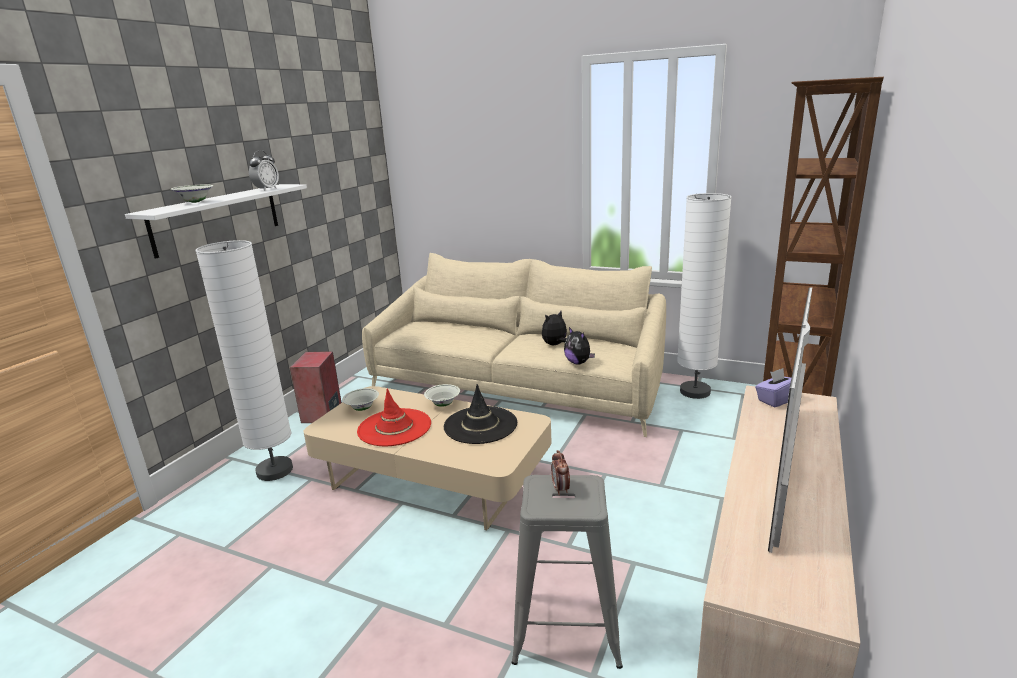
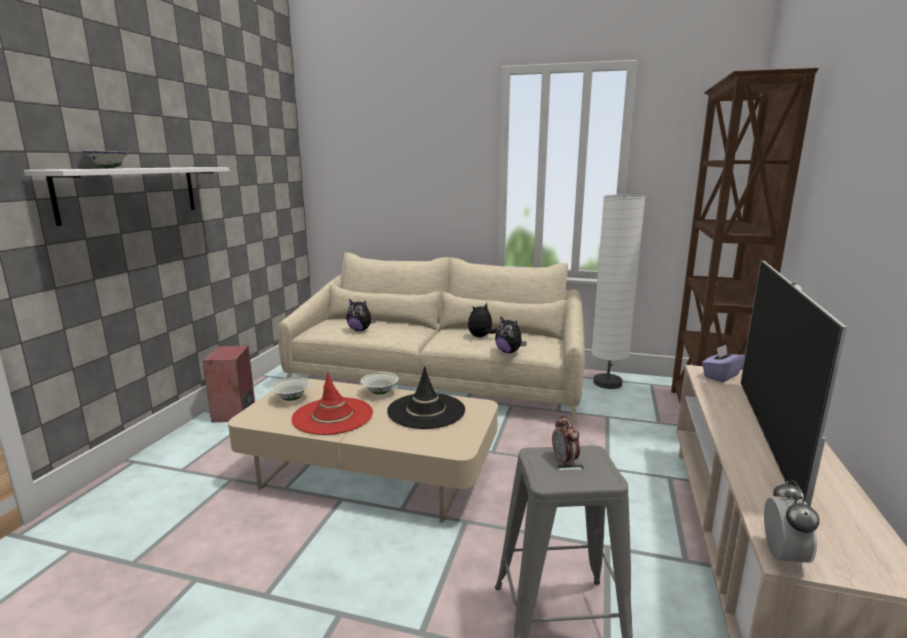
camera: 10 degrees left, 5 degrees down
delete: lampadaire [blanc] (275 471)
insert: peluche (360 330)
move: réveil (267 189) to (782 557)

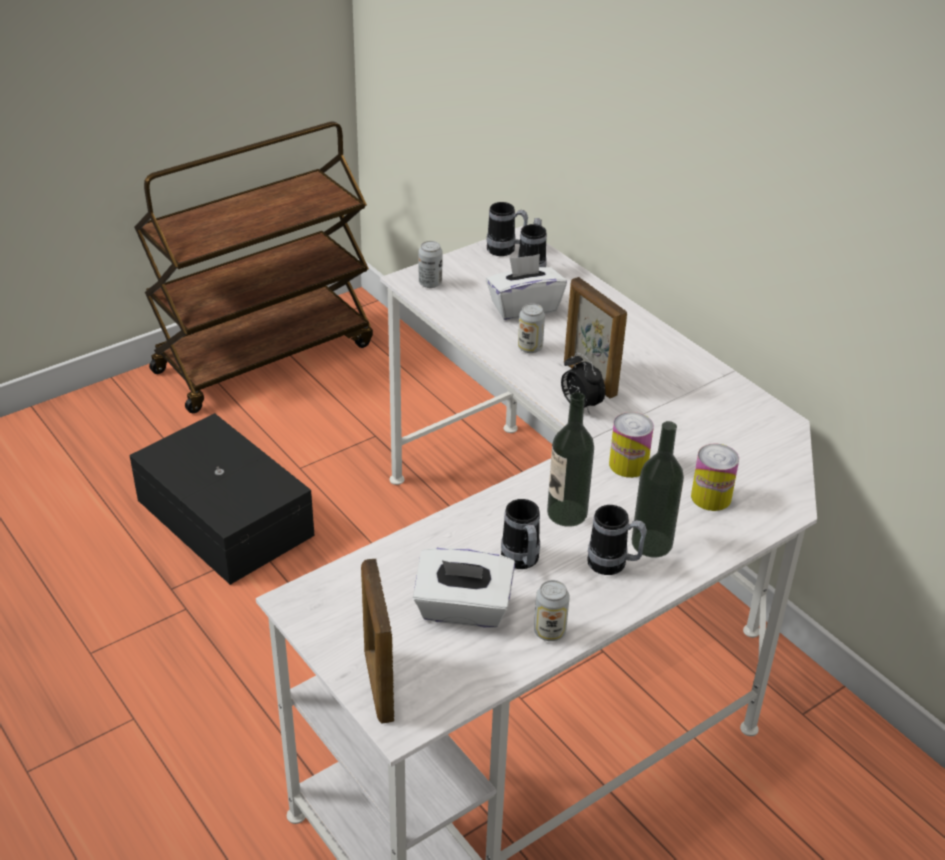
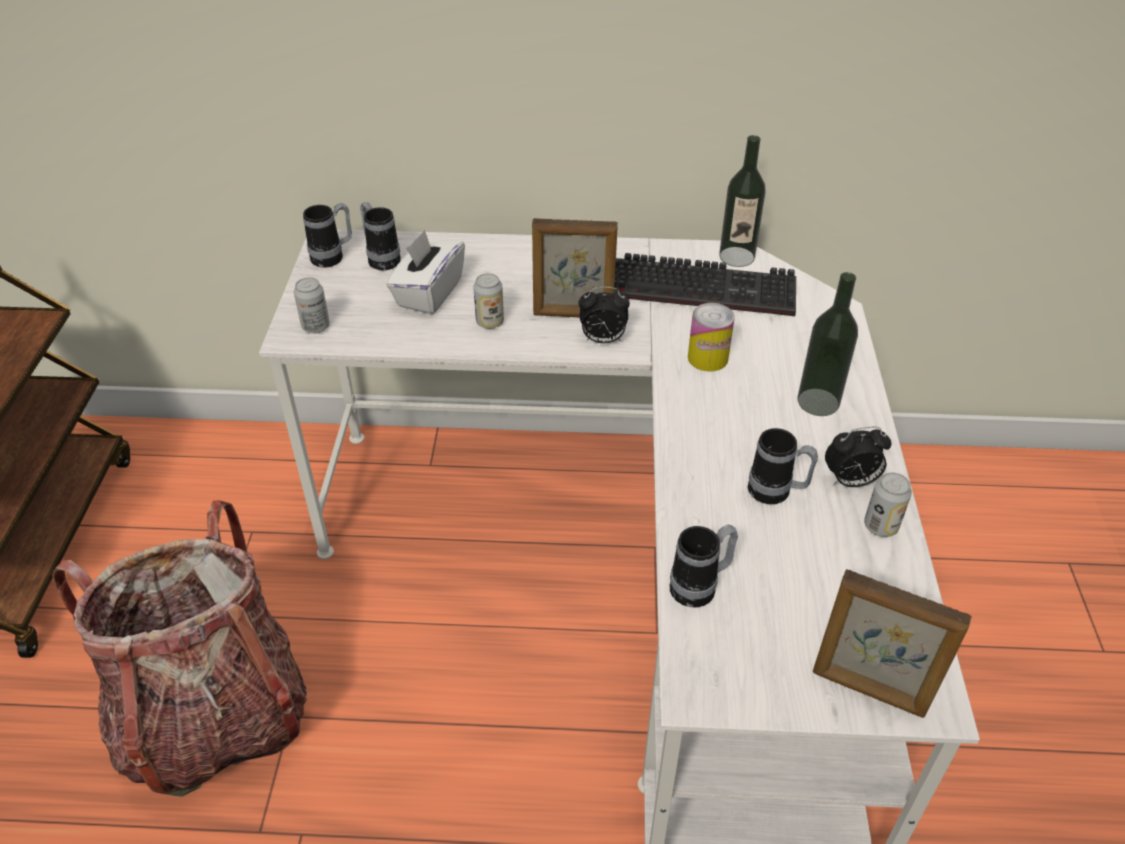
camera: 50 degrees left, 5 degrees up
delete: boîte métallique (711 497); boîte à mouchoirs [blanc] (463 609)
insert: clavier (701 287); réveil (850 481)
move: bouteille (567 513) to (736 257); mug (613 565) to (700 587)
replace: boîte de rangement [noir] (226 515) to sac à dos (214 717)

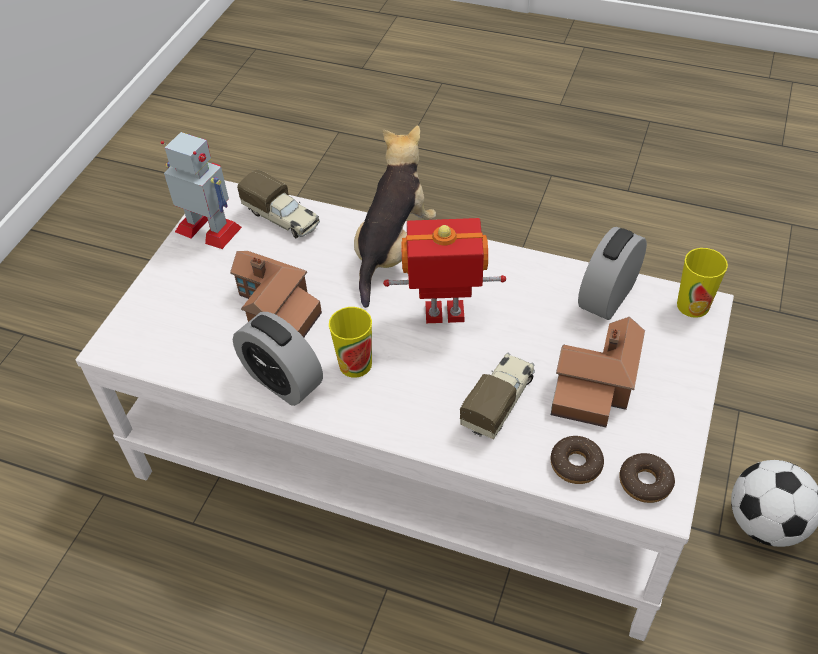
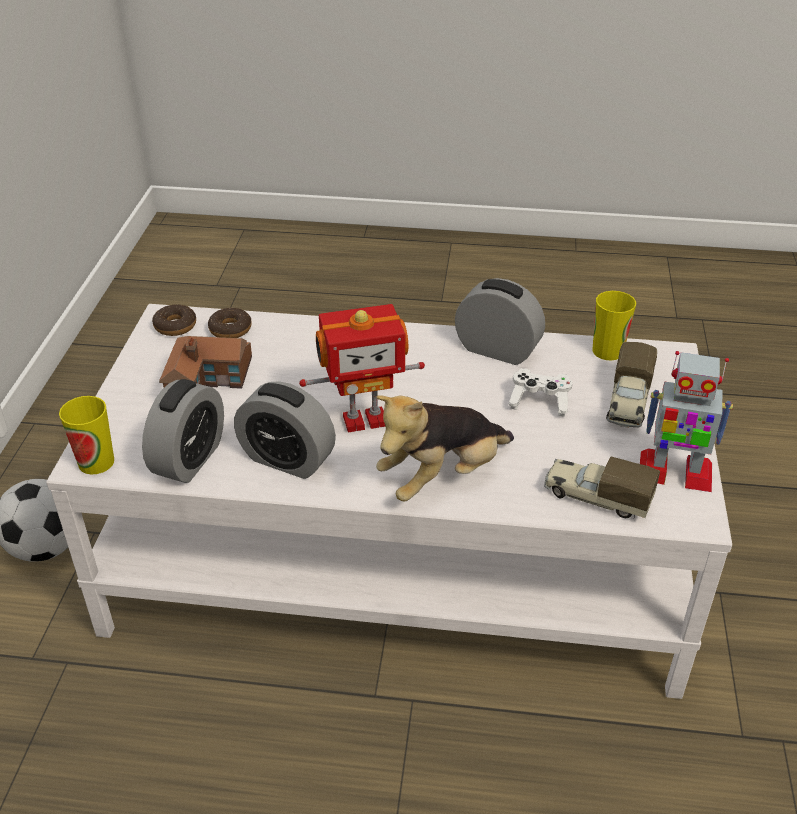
camera: 165 degrees right, 10 degrees down
insert: réveil (287 459)
move: tasse (355 364) to (607 351); camion jouet (499 402) to (628 402)
replace: maison miniature (275 310) to manette [blanc] (539 401)
rotate: peluche (393 251) = (442 476) 45 degrees clockwise

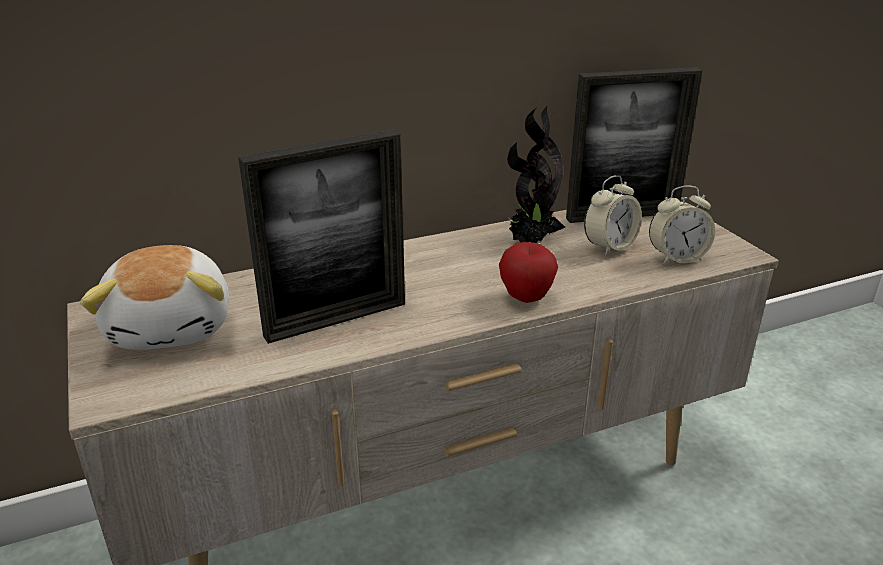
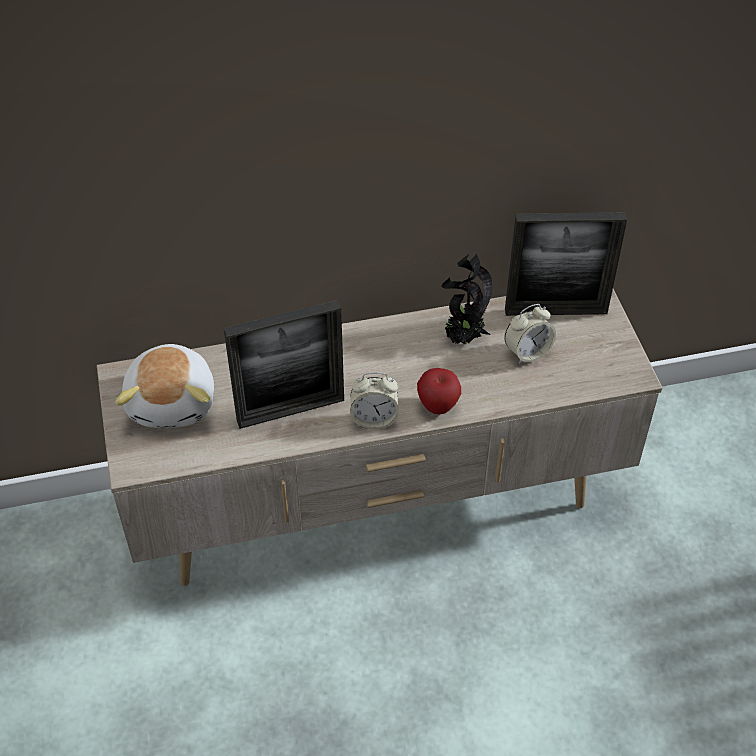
camera: 10 degrees right, 20 degrees up
move: réveil (676 258) to (374 419)

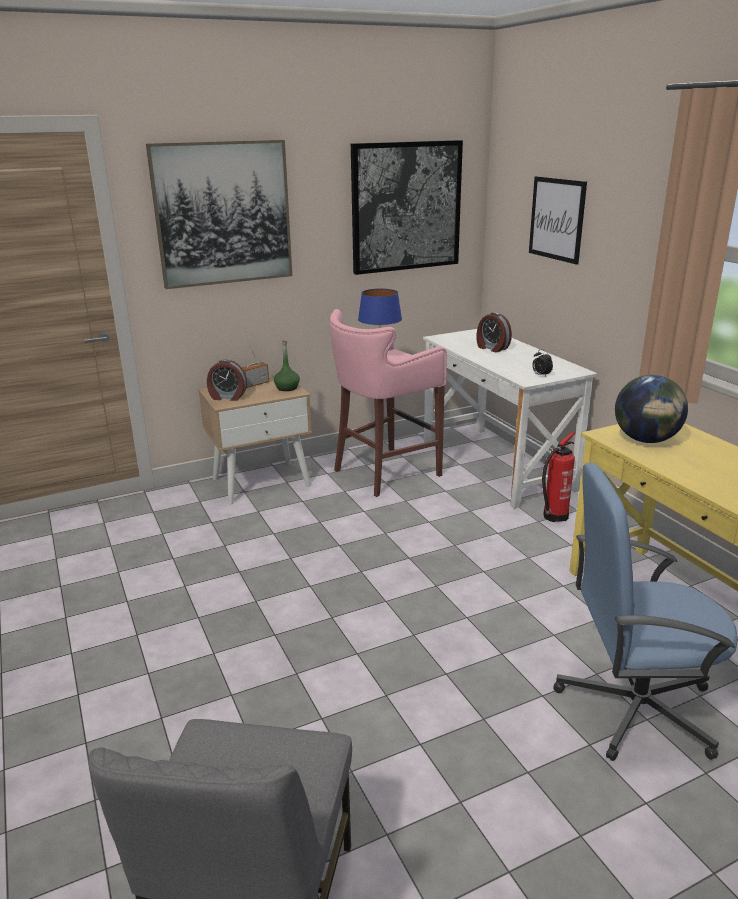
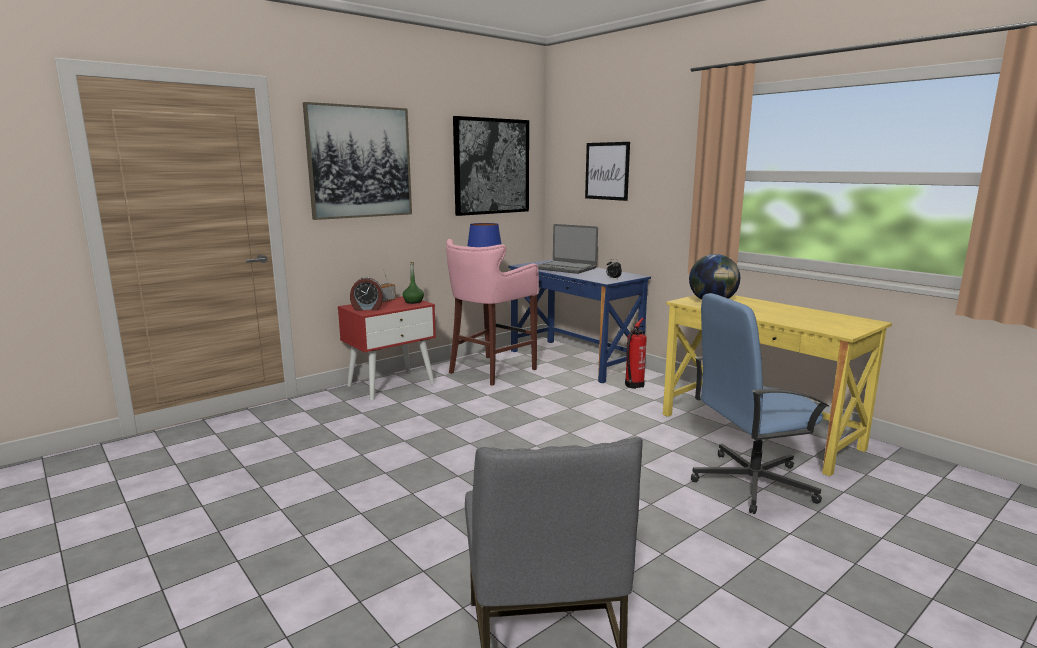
camera: 15 degrees left, 10 degrees down
replace: réveil (492 348) to ordinateur portable (565 268)
recolor: bureau [blanc] (496 464) to bureau [bleu] (574 360); table de chevet [beige] (261 482) to table de chevet [rouge] (391 384)

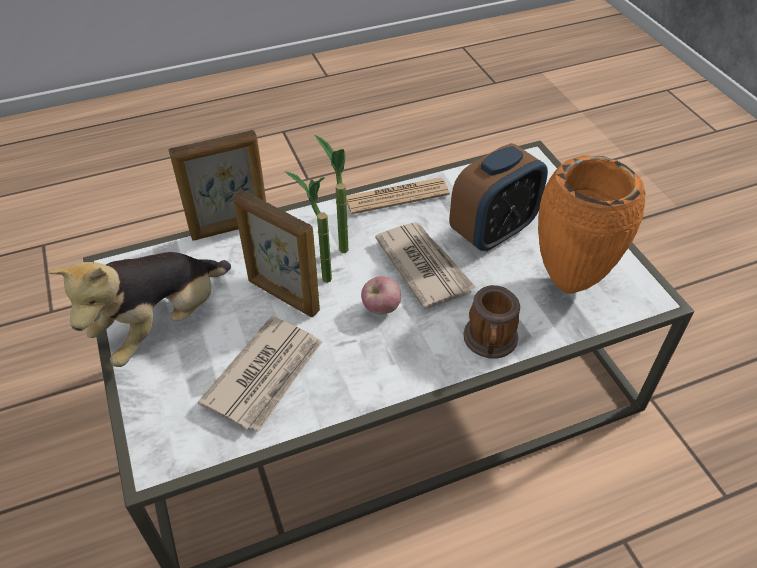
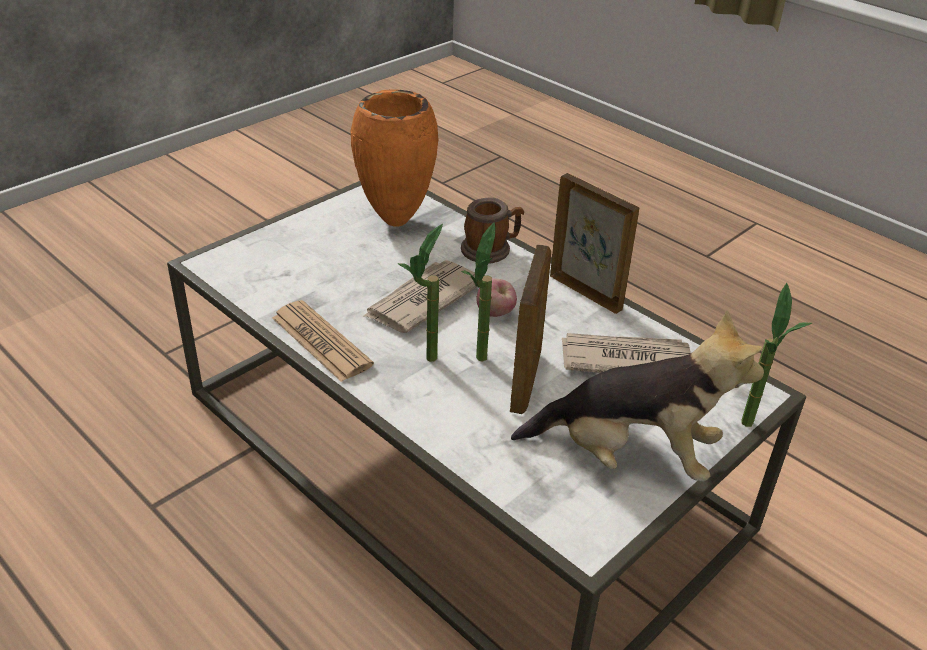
camera: 115 degrees left, 10 degrees down
delete: réveil (493 232)
insert: plante en pot (751 431)
move: cadre photo (230 228) to (586 292)

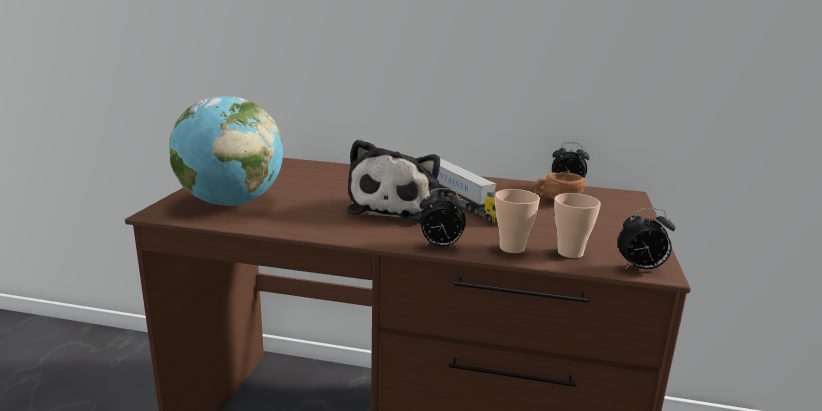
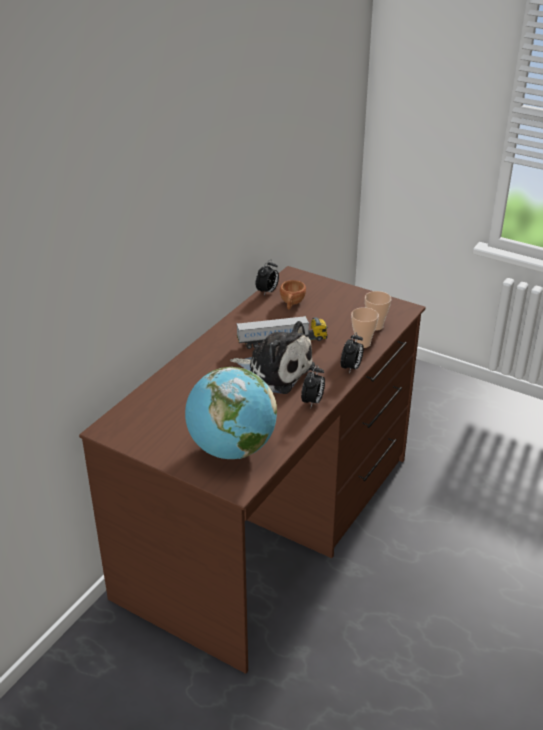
camera: 70 degrees left, 15 degrees up
move: réveil (640 269) to (313 402)

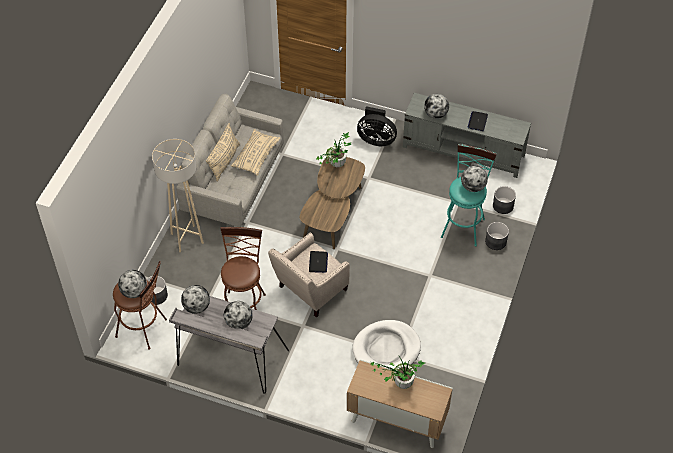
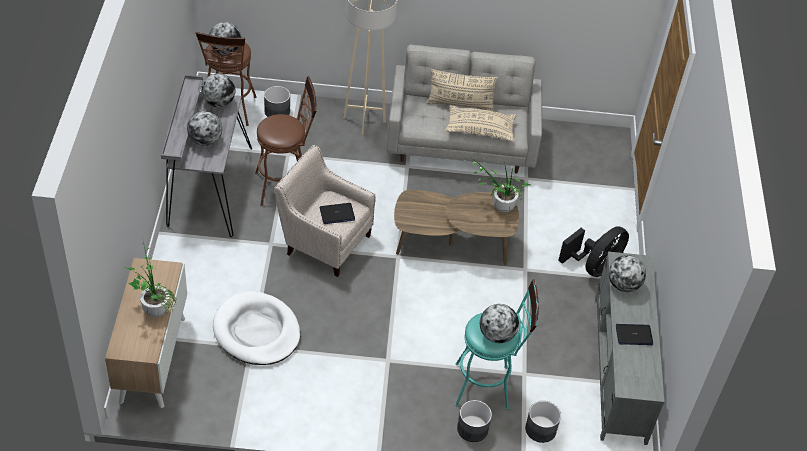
camera: 70 degrees right, 5 degrees down
rotate: ventilateur [noir] (376 139) = (594 266) 135 degrees counterclockwise

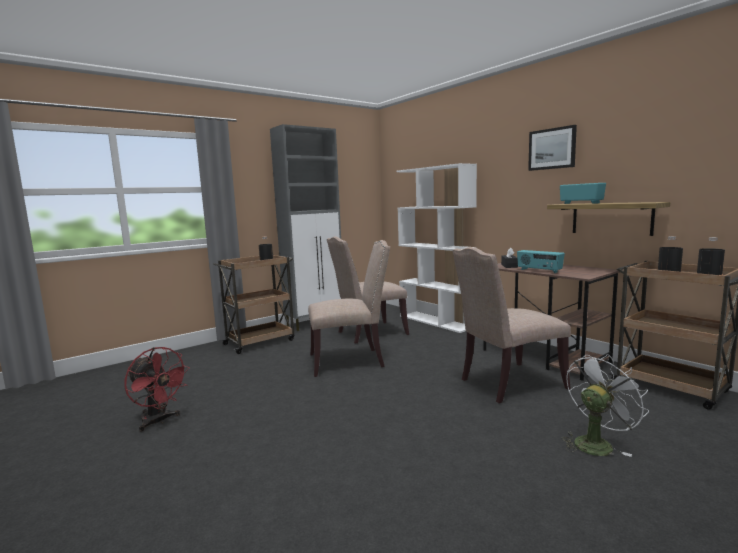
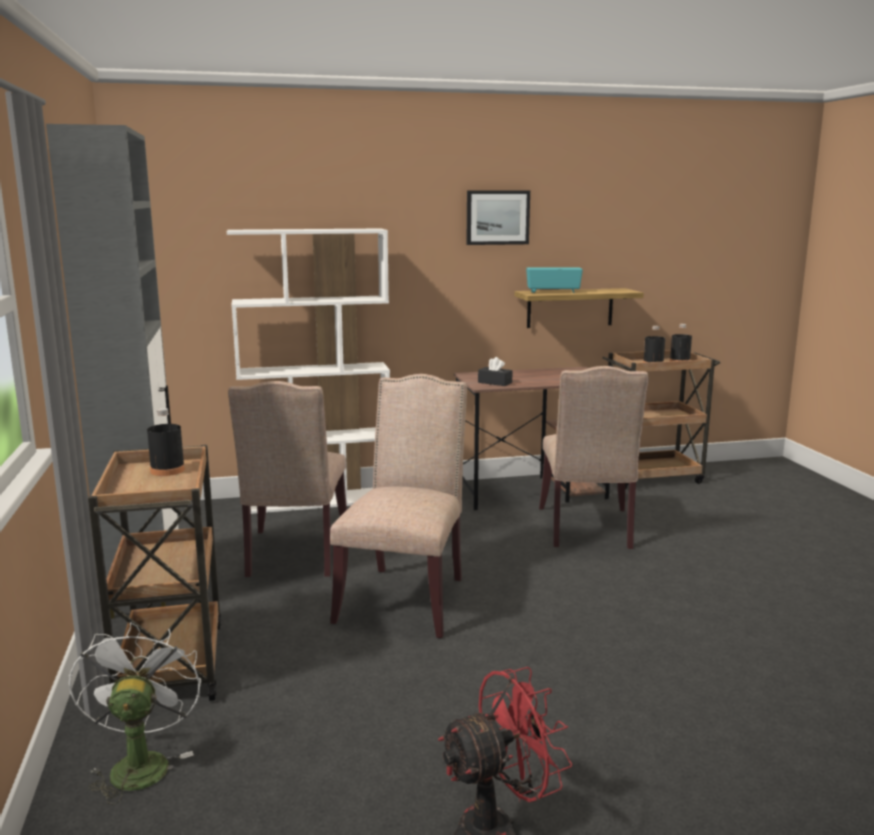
camera: 65 degrees left, 5 degrees up
delete: radio (539 271)
move: ventilateur [blanc] (596 443) to (140 763)

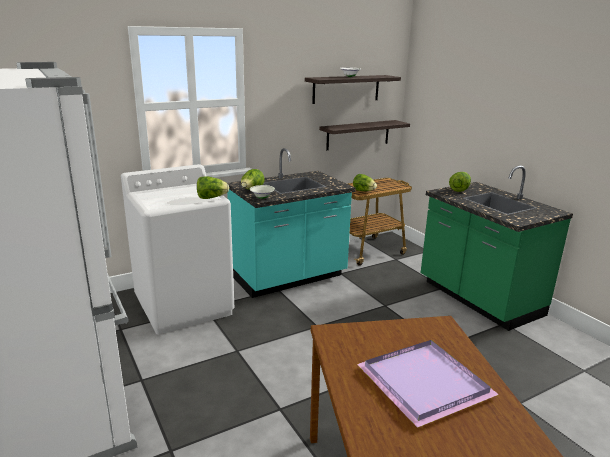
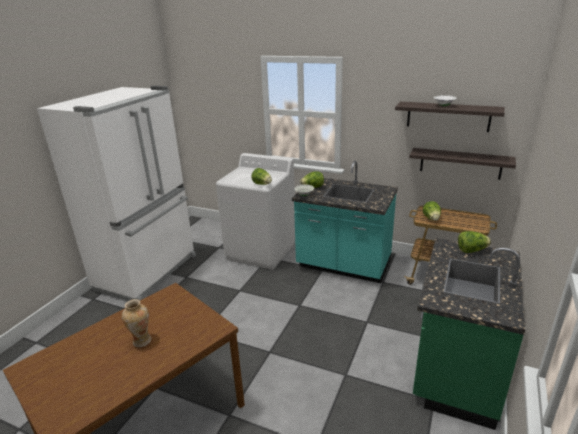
camera: 55 degrees right, 5 degrees up
replace: plateau [violet] (421 382) to vase (141 340)

